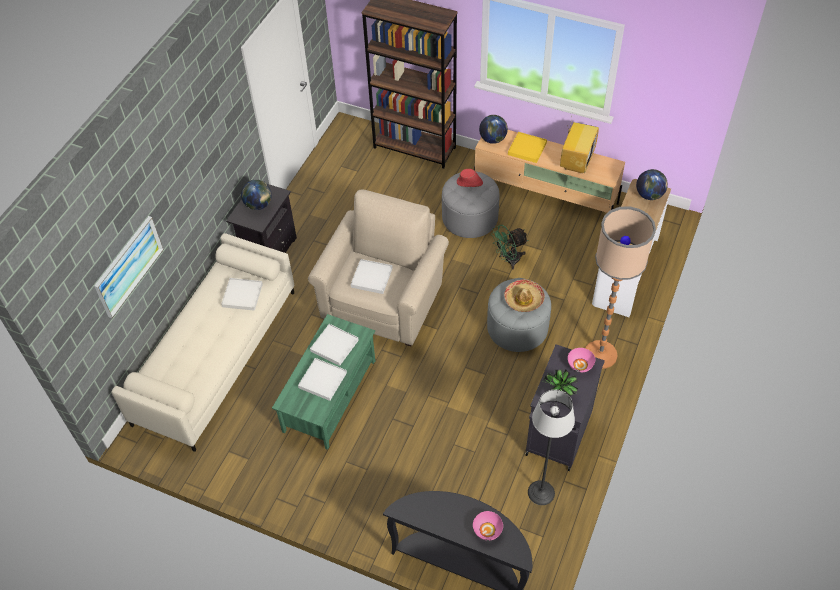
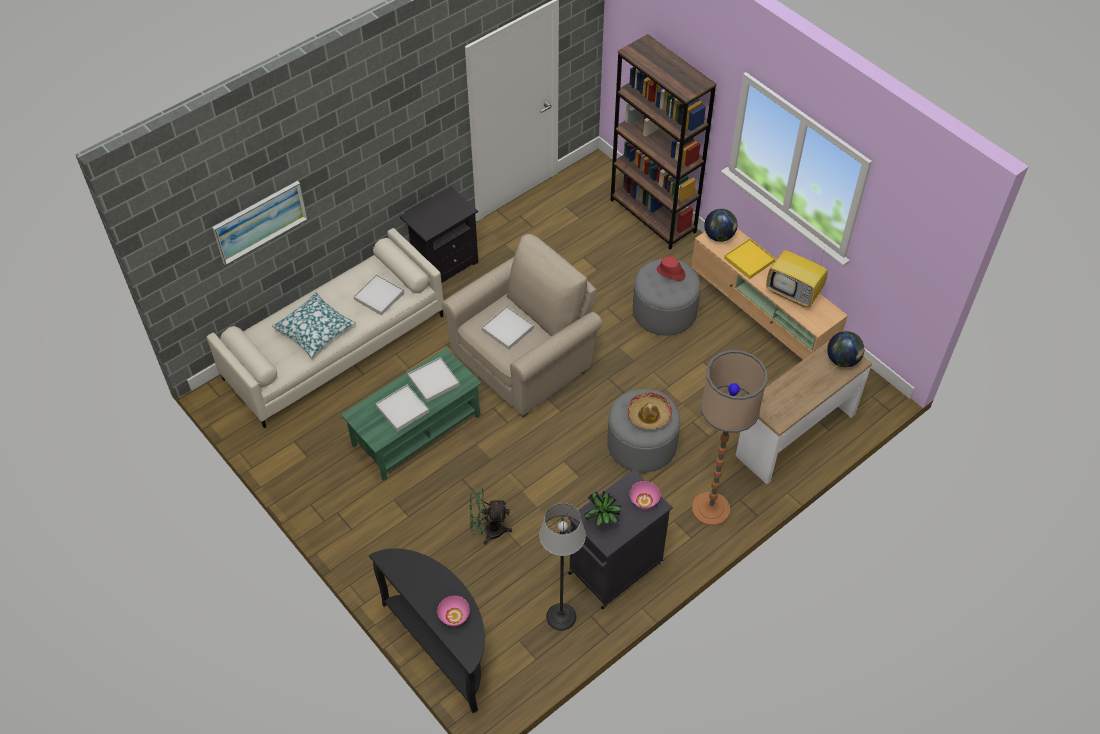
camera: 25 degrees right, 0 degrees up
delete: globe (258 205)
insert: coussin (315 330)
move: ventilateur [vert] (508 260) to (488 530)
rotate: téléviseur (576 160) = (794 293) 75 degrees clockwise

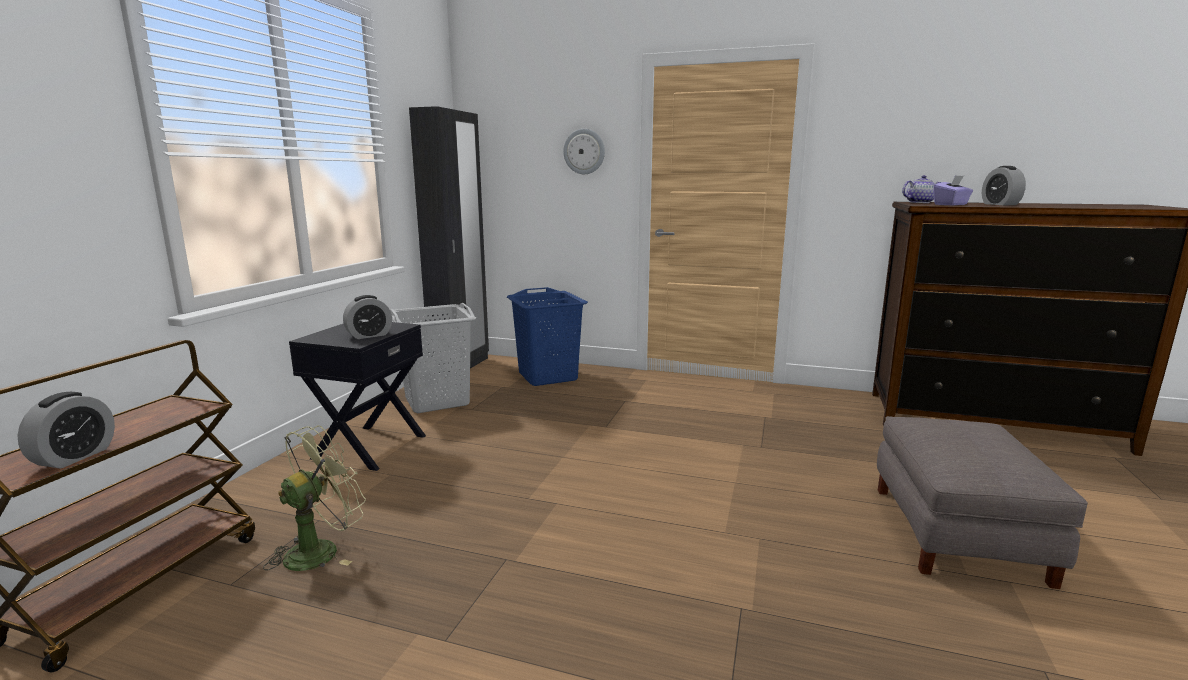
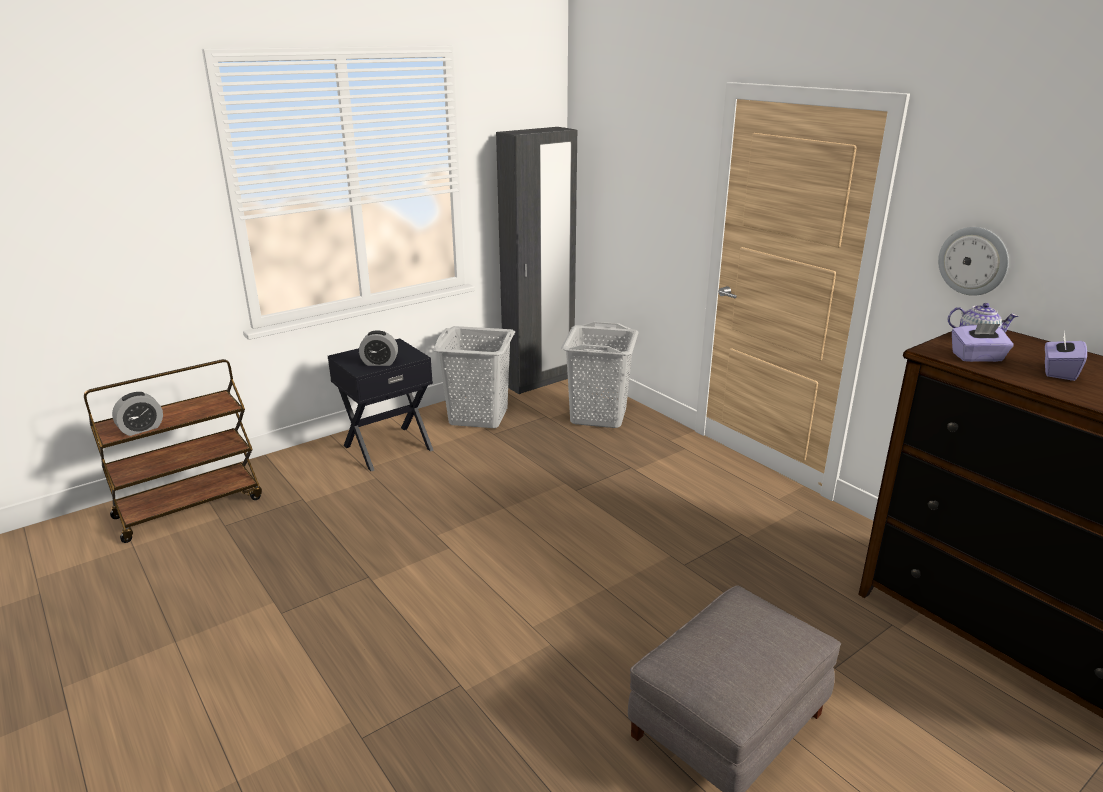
camera: 35 degrees right, 10 degrees up
delete: ventilateur [vert] (321 550)
move: horloge murale (584 151) to (973 261)
replace: réveil (1000 204) to boîte à mouchoirs [violet] (1058 371)
recolor: panier à linge [bleu] (548 376) to panier à linge [gris] (599 415)

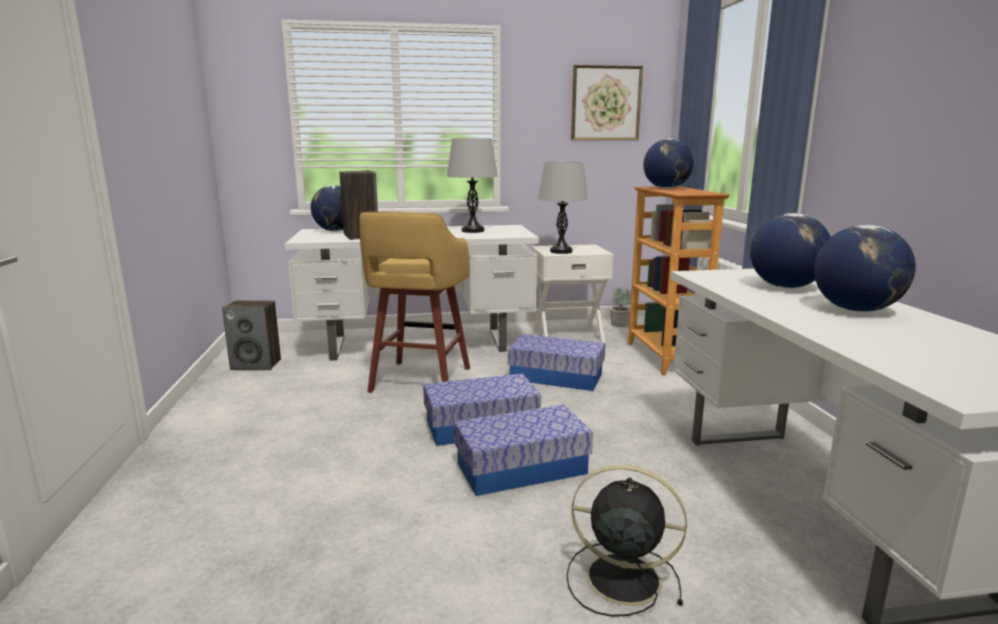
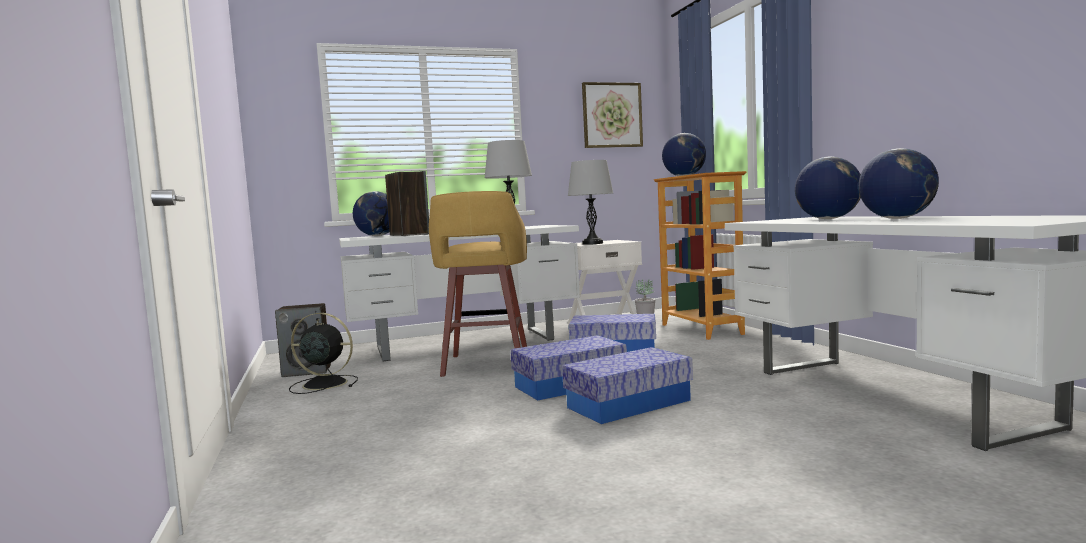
camera: 10 degrees left, 10 degrees down
move: ventilateur [noir] (619 578) to (323 384)

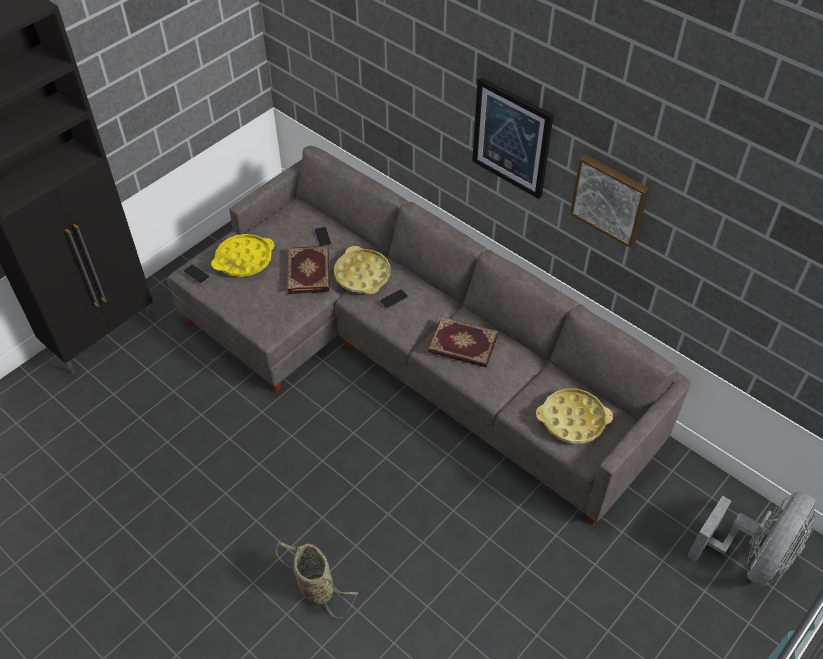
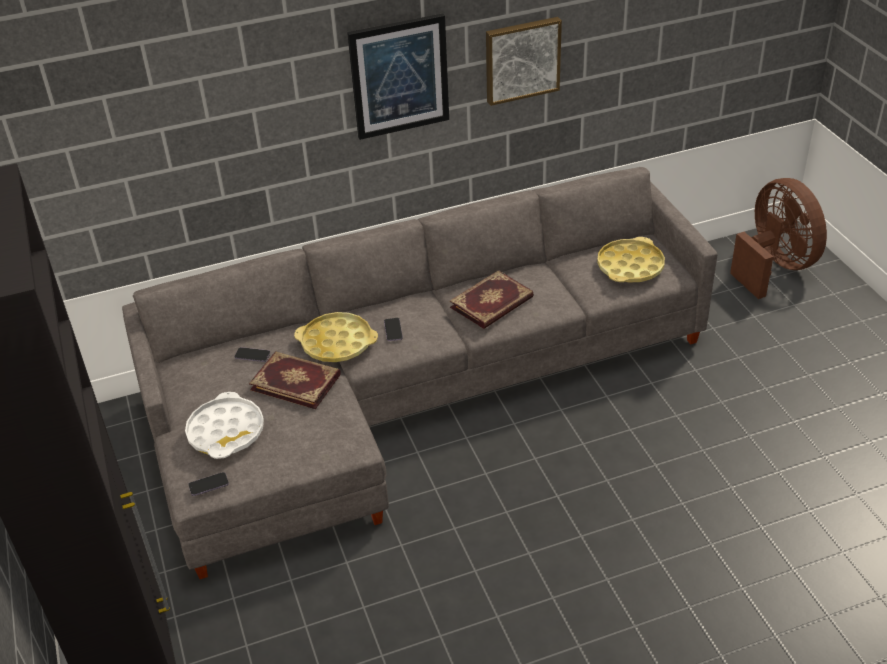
camera: 60 degrees left, 10 degrees down
delete: panier (314 586)
recolor: plateau [jaune] (244 259) to plateau [blanc] (226 432); ventilateur [gris] (751 557) to ventilateur [marron] (774 267)

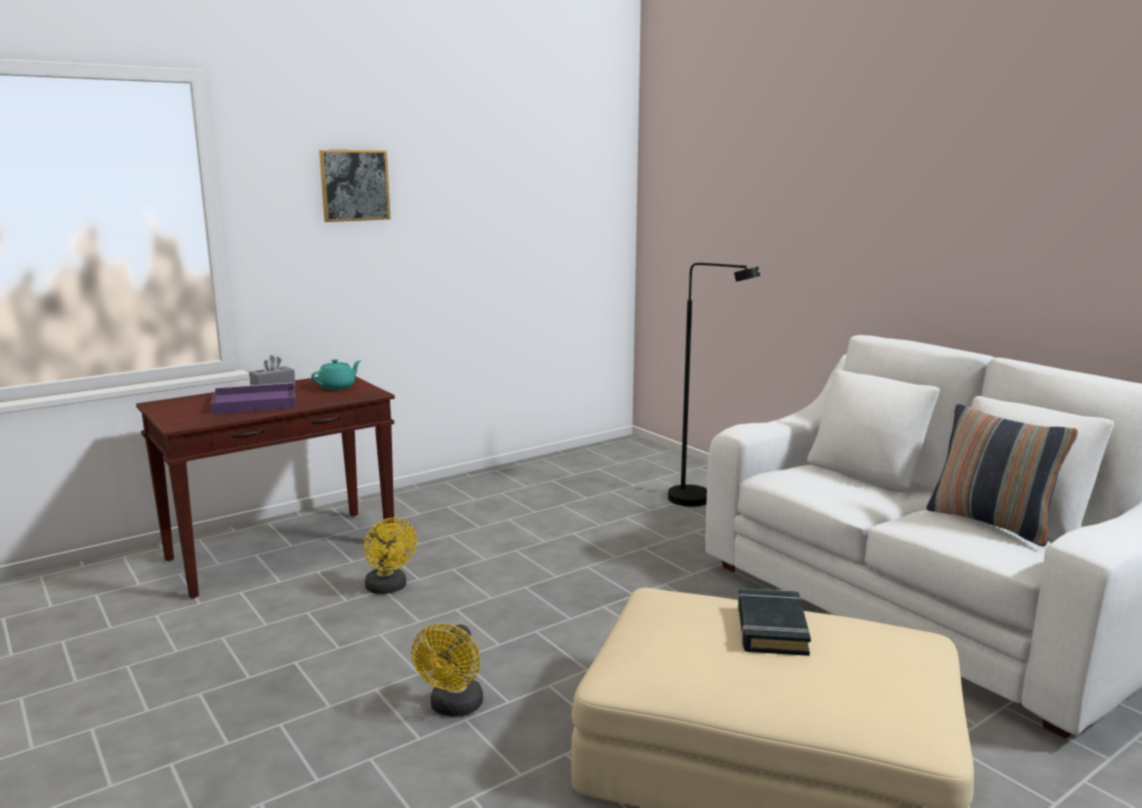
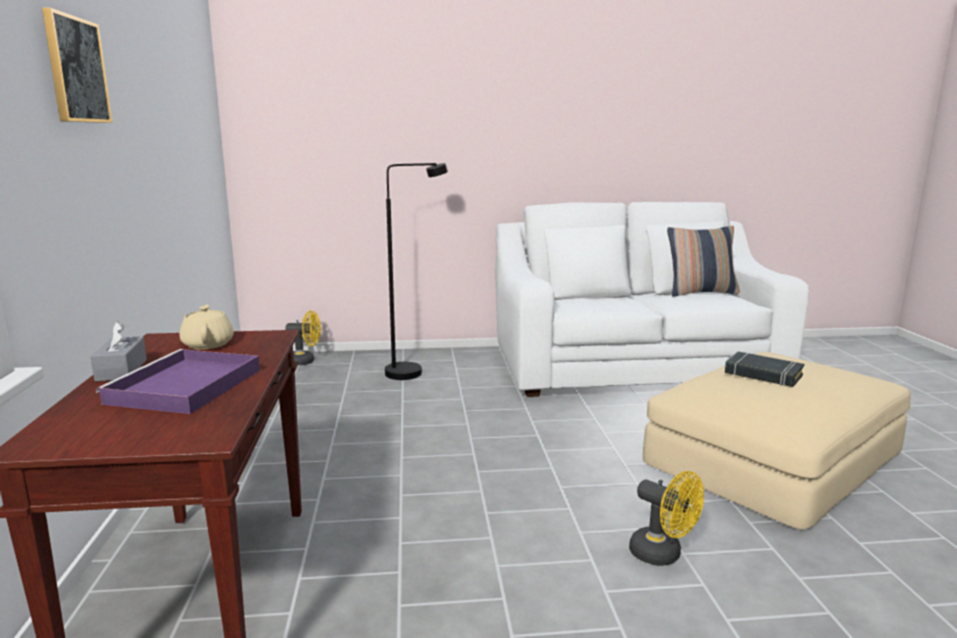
camera: 60 degrees left, 0 degrees up
move: ventilateur [jaune] (389 588) to (305 361)
recolor: théière [turquoise] (337 387) to théière [beige] (208 344)

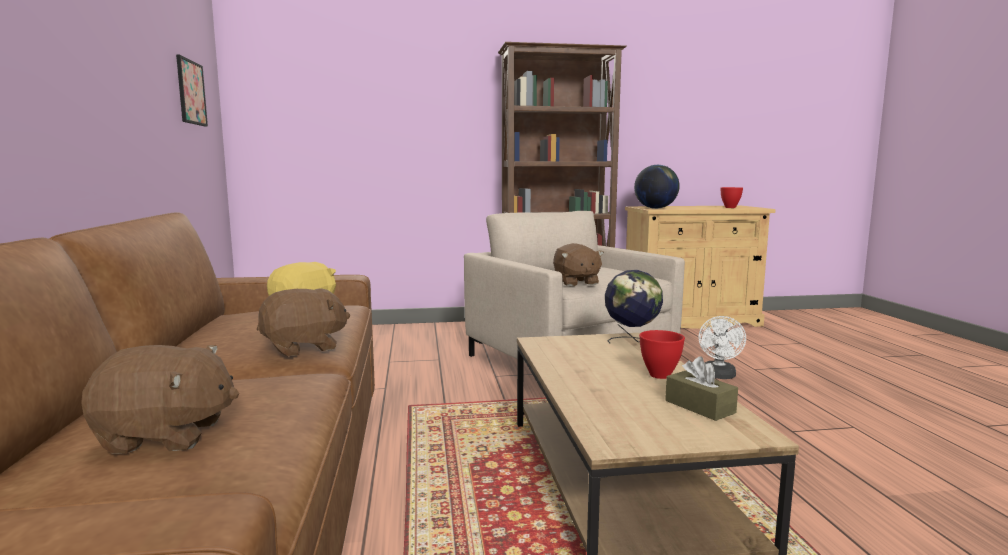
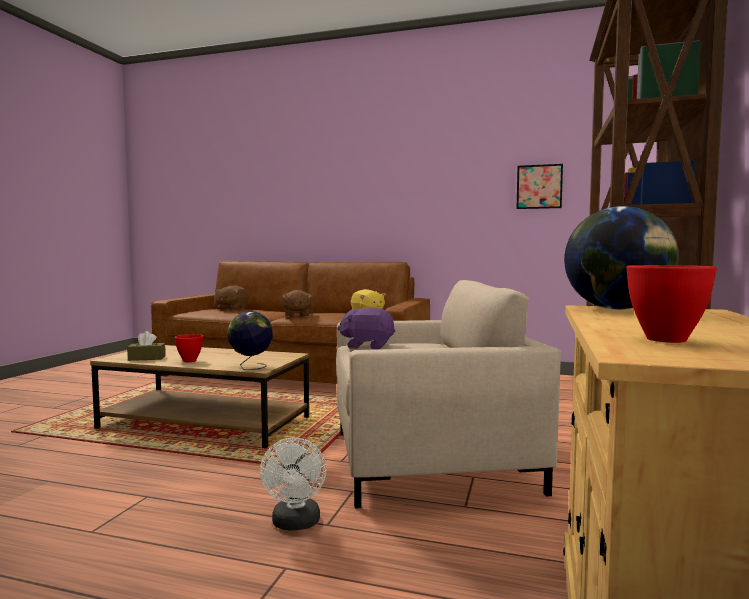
camera: 115 degrees right, 5 degrees down
recolor: peluche [marron] (576 282) to peluche [violet] (367 346)
rotate: ventilateur [blanc] (719 376) = (295 524) 135 degrees counterclockwise

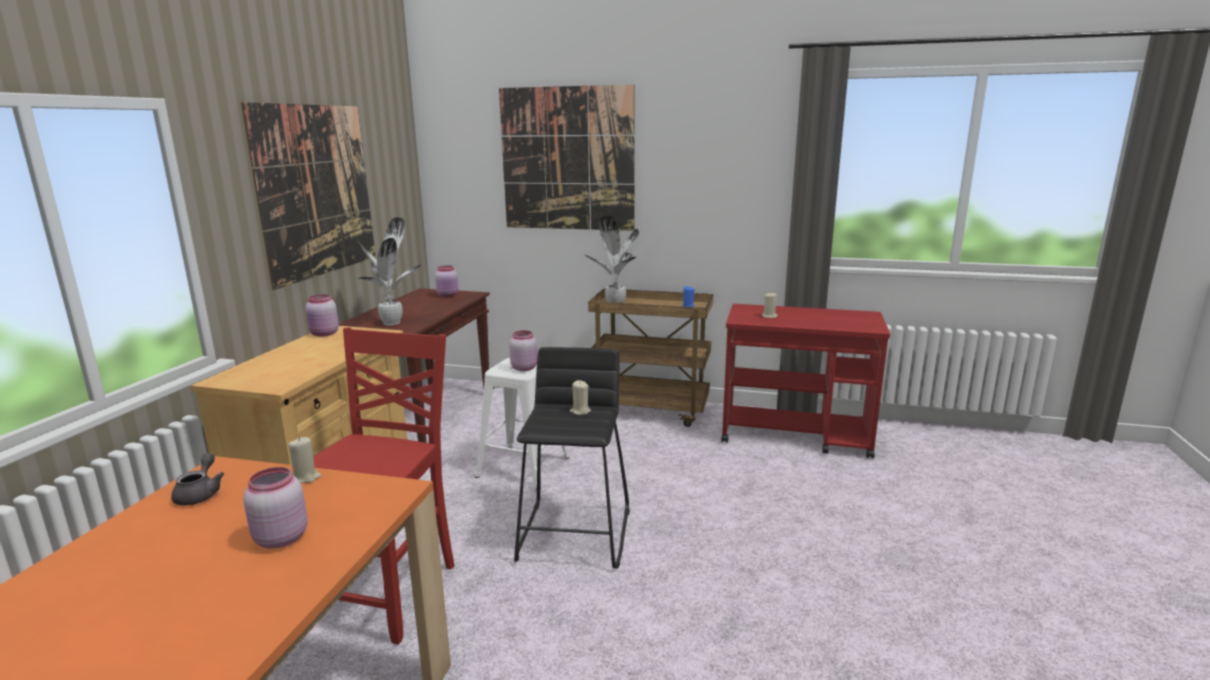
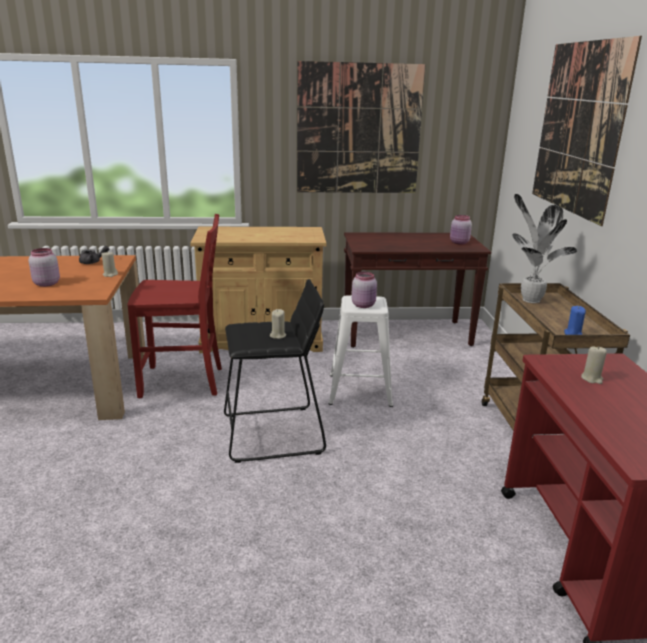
camera: 70 degrees right, 5 degrees up
delete: plante en pot (393 322); bocal [rose] (324 334)

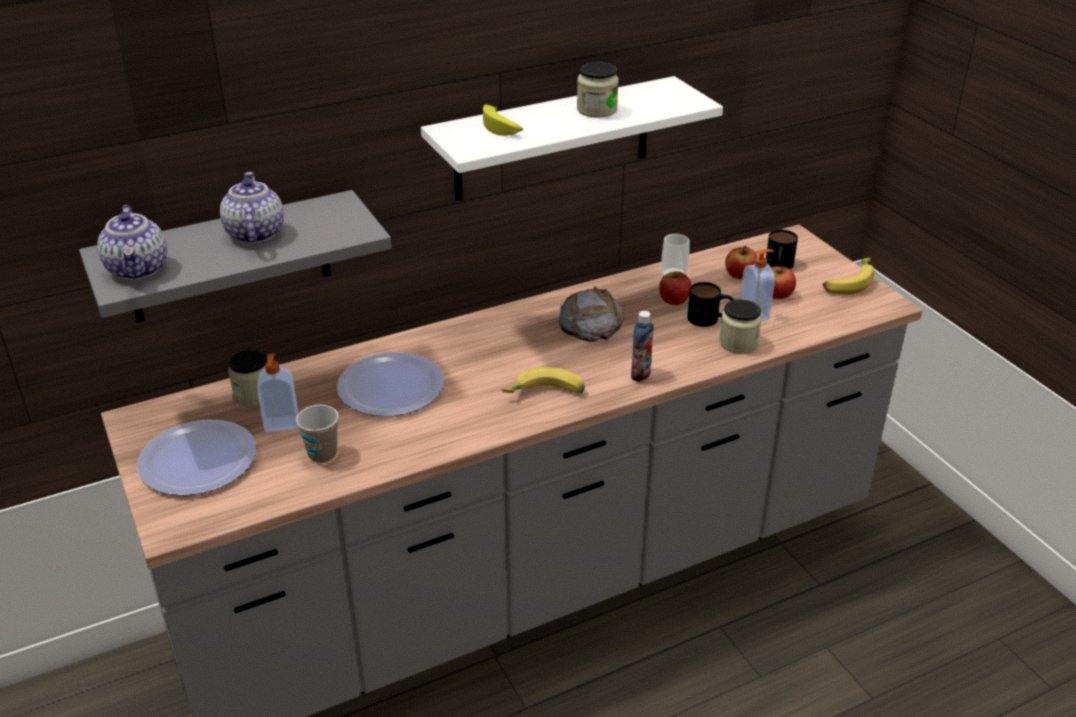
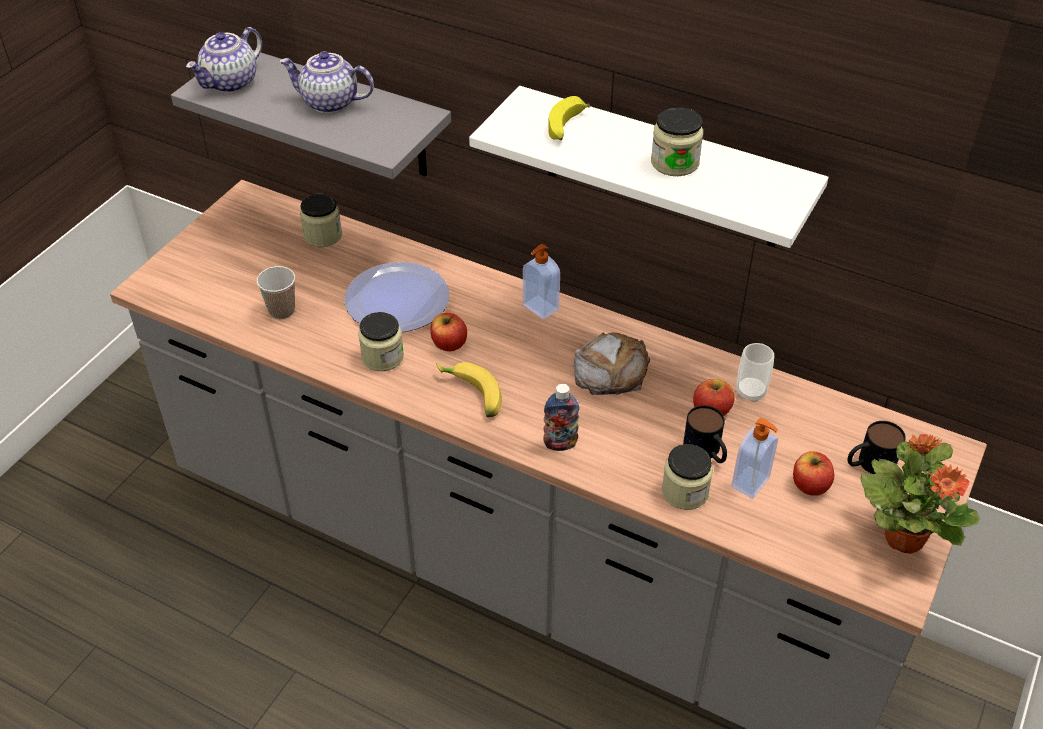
camera: 55 degrees right, 10 degrees up
delete: assiette (197 460)
insert: bocal (382 357)
move: pomme (740 275) to (449 344); distributeur de savon (281 424) to (539 308)
replace: banane (848 283) to plante en pot (903 537)
rotate: théière (254 233) = (329 103) 120 degrees counterclockwise

